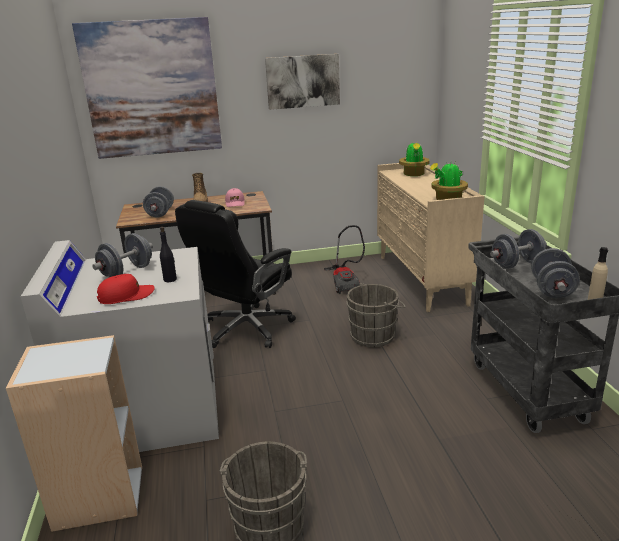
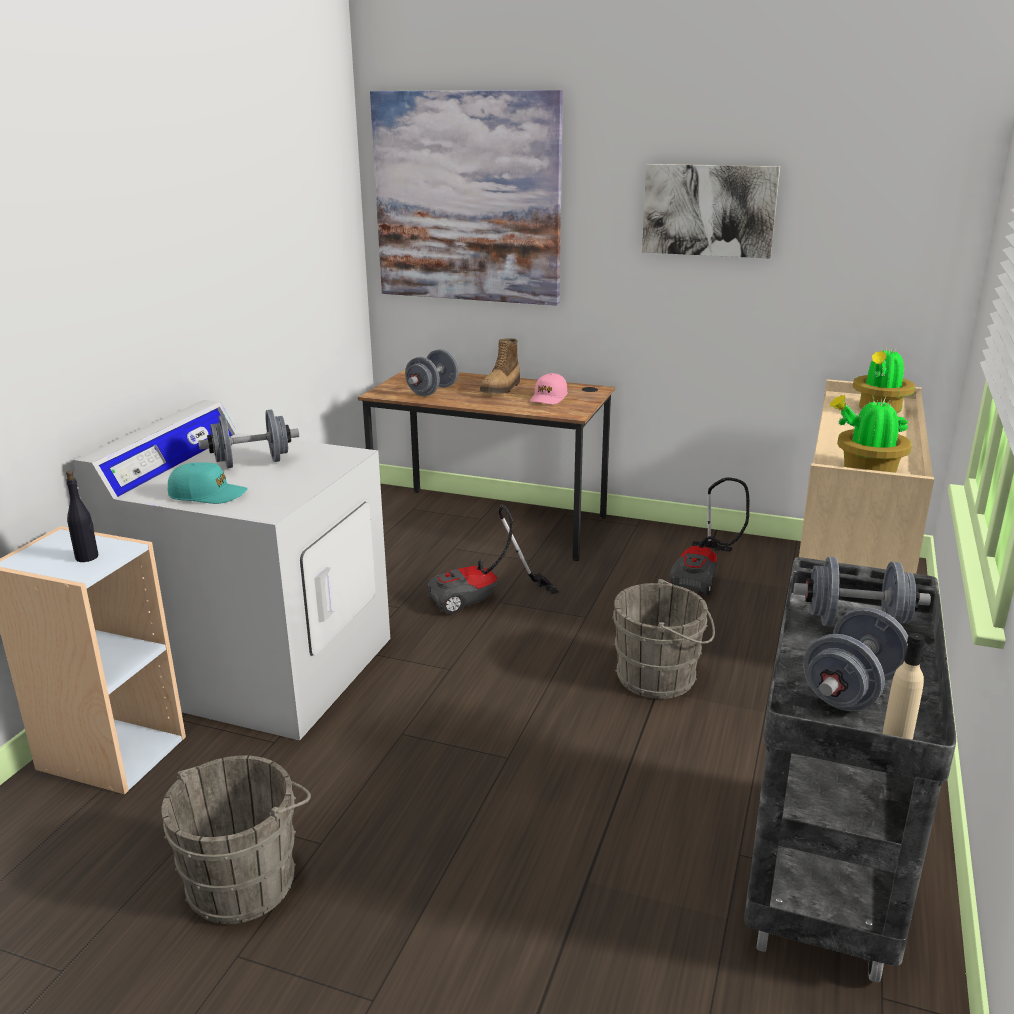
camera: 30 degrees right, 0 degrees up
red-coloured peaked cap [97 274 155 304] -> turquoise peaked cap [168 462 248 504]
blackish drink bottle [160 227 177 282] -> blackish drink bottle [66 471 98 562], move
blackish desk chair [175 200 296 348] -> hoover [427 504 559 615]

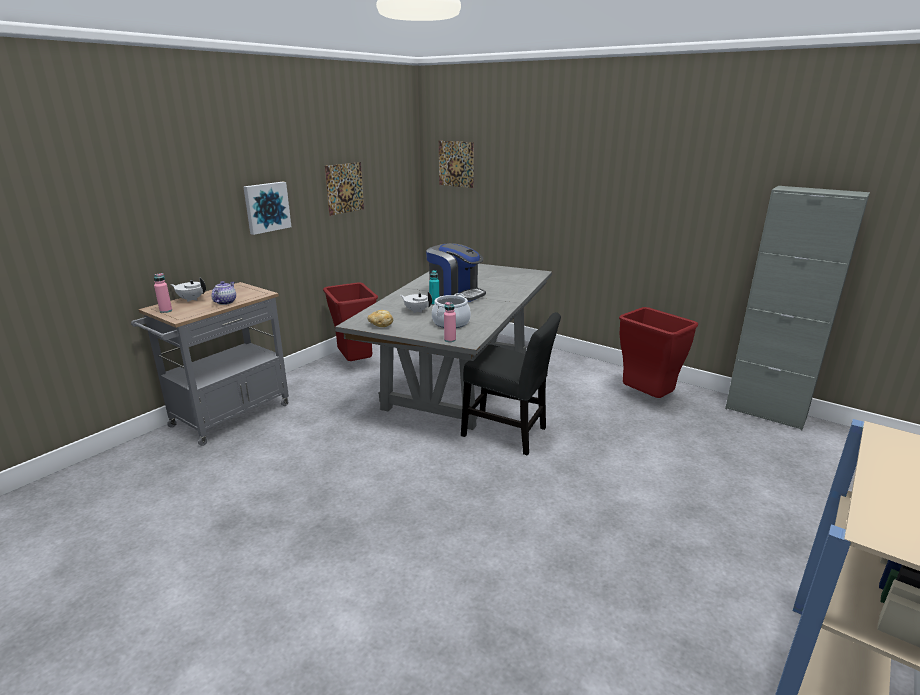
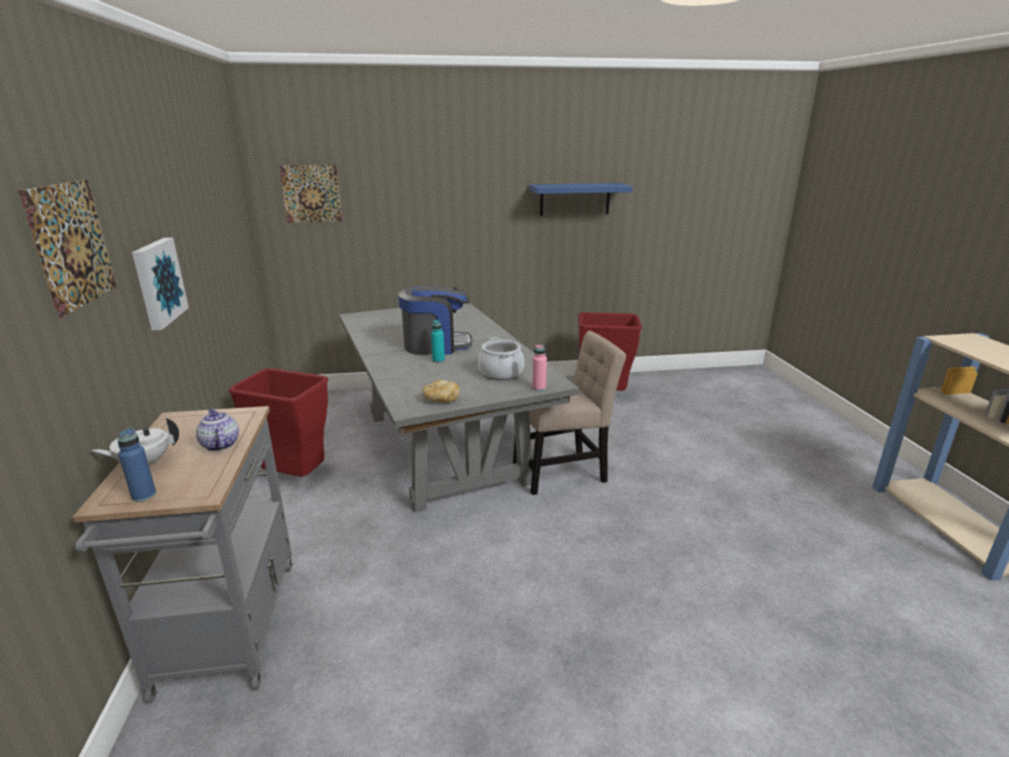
camera: 45 degrees left, 0 degrees up
pink drink bottle [154 273 172 313] -> bluish drink bottle [118 428 156 502]
wall art [325 162 364 216] -> wall art [18 180 117 318], move
whitish tea pot [400 292 432 313] -> none
blackish plain chair [461 312 561 456] -> beige plain chair [513 331 626 495]
grey cabinet [725 186 870 430] -> none
none -> bluish bracket shelf [529 183 633 216]

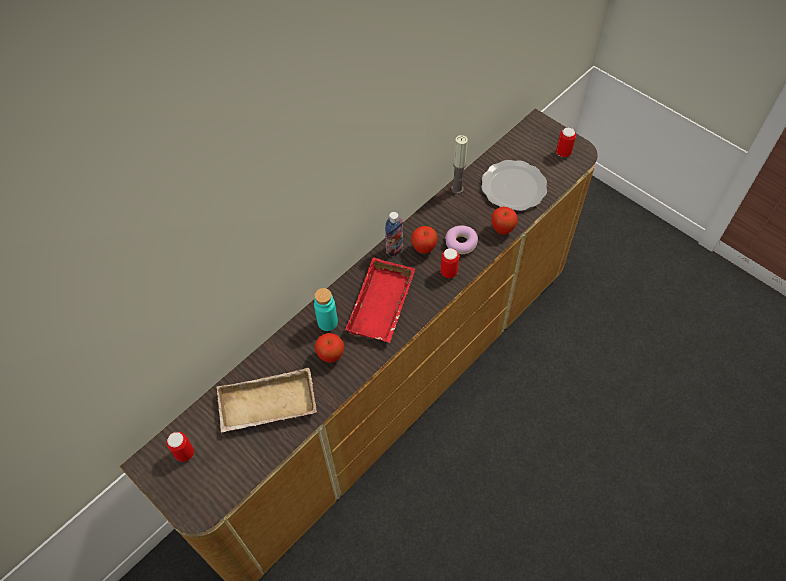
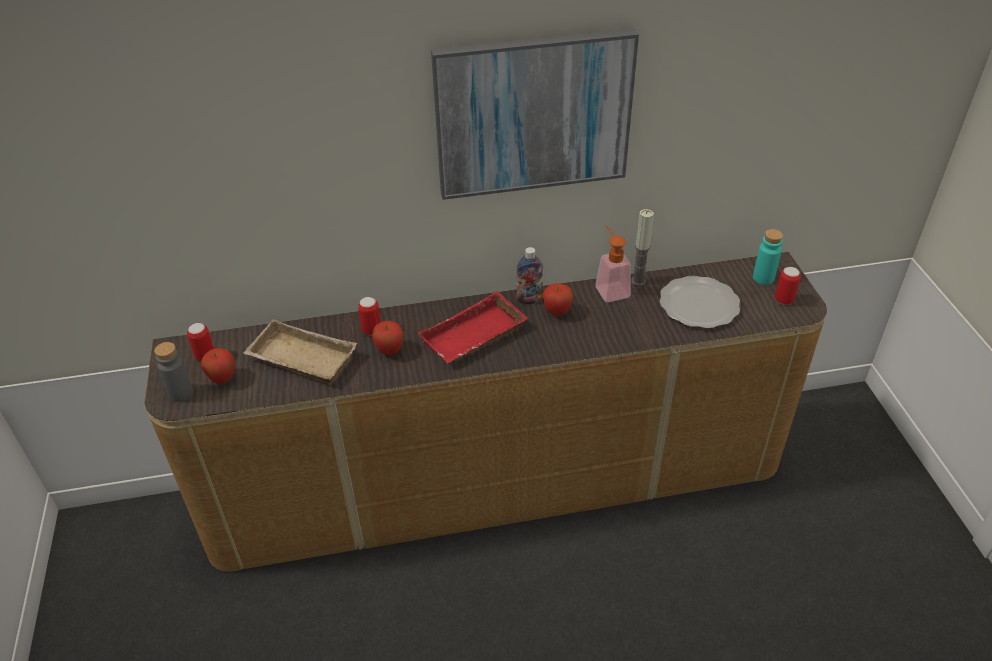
camera: 35 degrees right, 15 degrees down
turquoise drink bottle [314 288 338 331] -> turquoise drink bottle [753 229 783 285], move
sealed can [441 248 459 278] -> sealed can [358 297 381 335], move
ring doughnut [445 225 478 254] -> none
apple [491 207 518 235] -> apple [201 348 235 384], move
none -> grey drink bottle [154 342 193 402]
none -> wall art [431 29 639 200]
none -> liquid soap bottle [595 226 631 302]

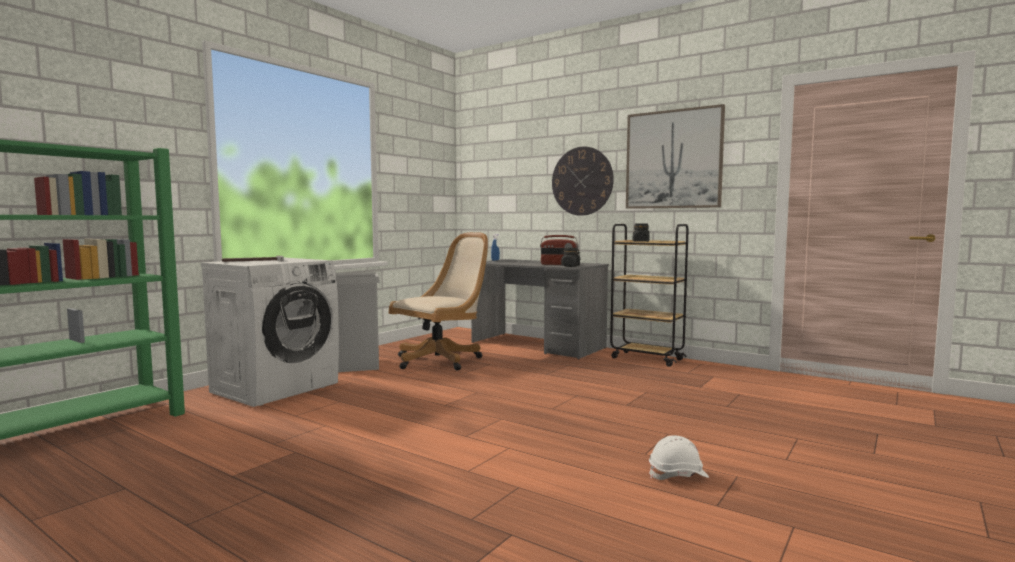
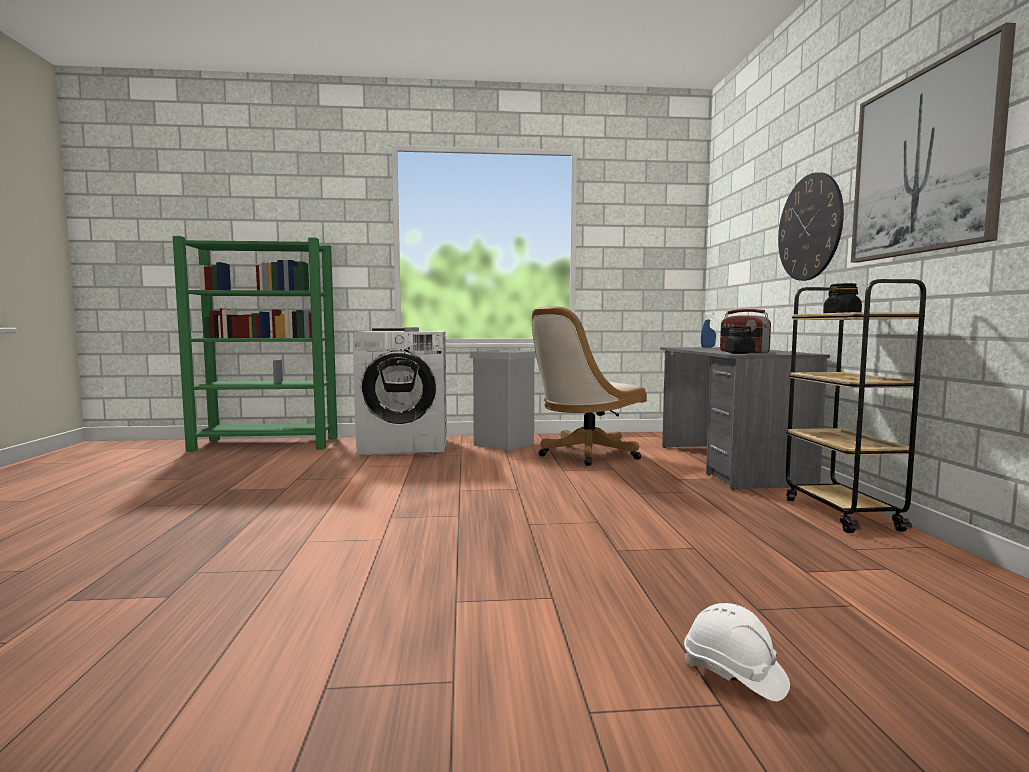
camera: 50 degrees right, 0 degrees up
desk chair [389 232 488 370] -> desk chair [532 306 647 466], 135 degrees clockwise
whitish safety helmet [649 435 709 480] -> whitish safety helmet [684 603 790 702], move

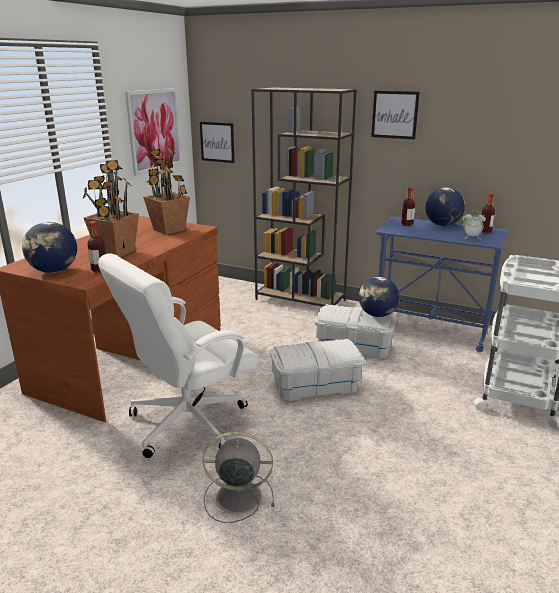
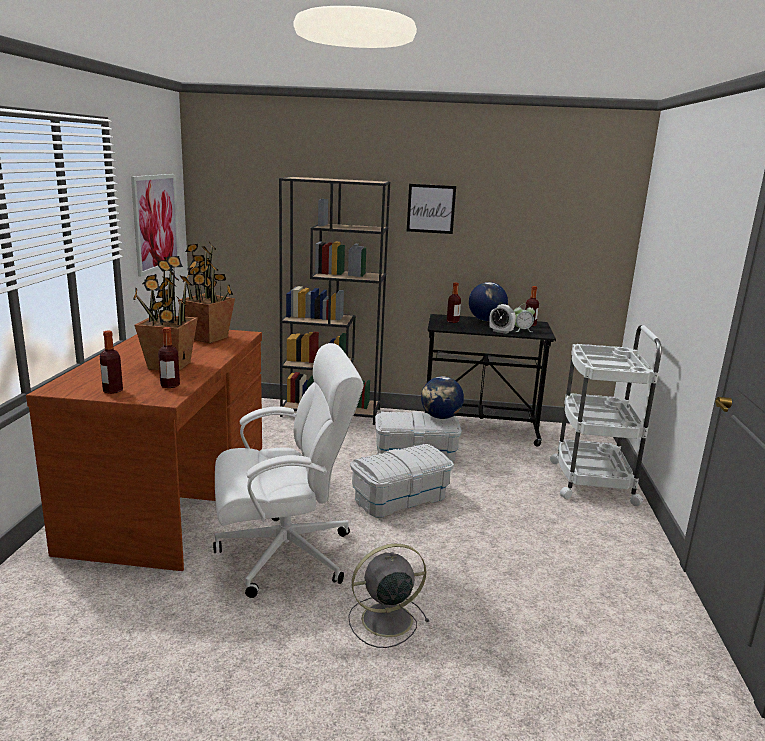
camera: 20 degrees left, 5 degrees down
desk globe [22 222 77 273] -> drink bottle [100 331 123 394]
whitish desk chair [98 254 258 458] -> whitish desk chair [213 343 364 598], 135 degrees counterclockwise
wall art [200 122 235 163] -> none
bluish desk [375 216 508 352] -> blackish desk [425 314 556 447]
none -> alarm clock [489 304 516 334]

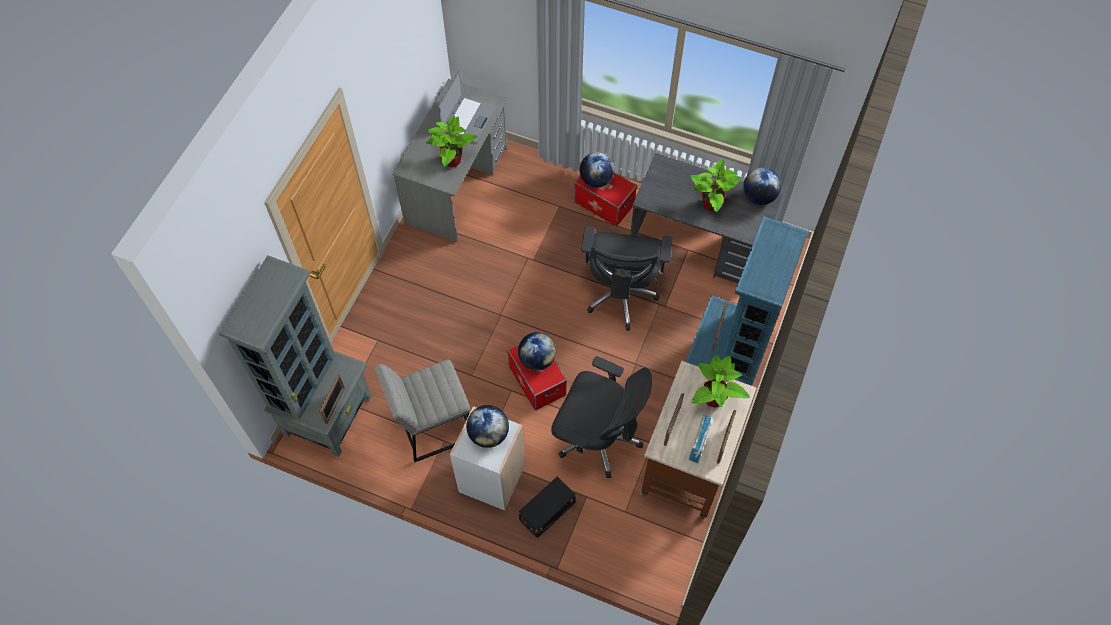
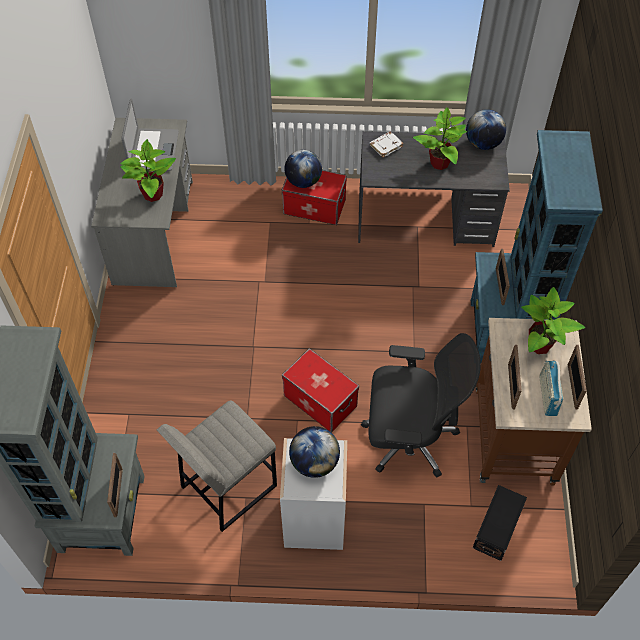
camera: 20 degrees left, 5 degrees down
desk globe [518 332 556 371] -> none
blackish storage box [519 476 576 538] -> blackish storage box [472 485 527 561], move
desk chair [581 226 673 331] -> none
none -> whitish book [370 131 404 157]

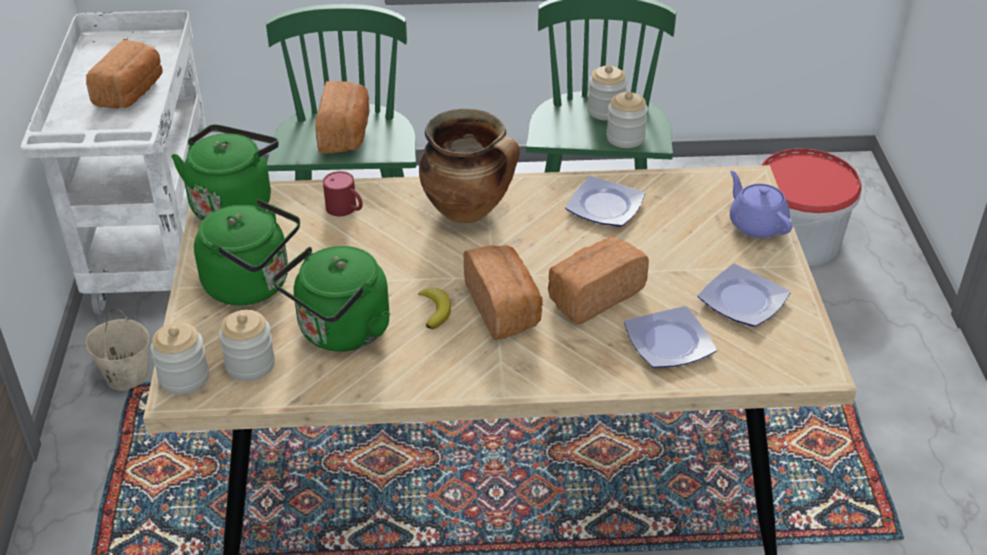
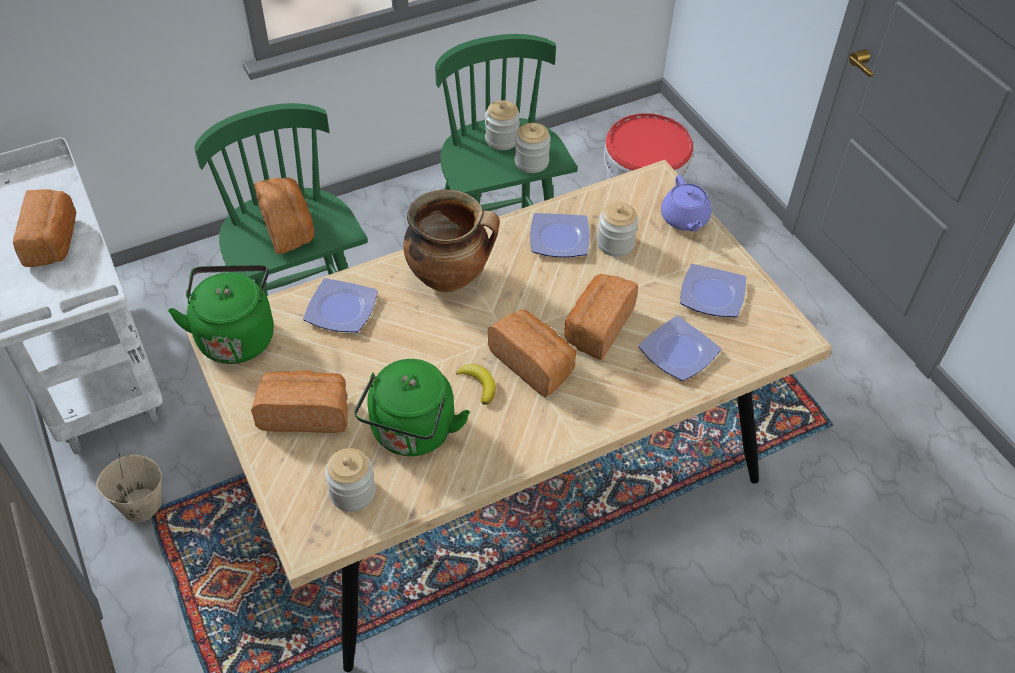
camera: 25 degrees left, 10 degrees up
jar [150 323 209 394] -> jar [597 202 638 257], move
greenish kettle [194 199 300 306] -> bakery bread [251 371 348 433]
red-coloured mug [323 171 363 216] -> flat dish [303 278 378 332]
purple tea pot [730 171 793 238] -> purple tea pot [661 175 712 231], 135 degrees counterclockwise

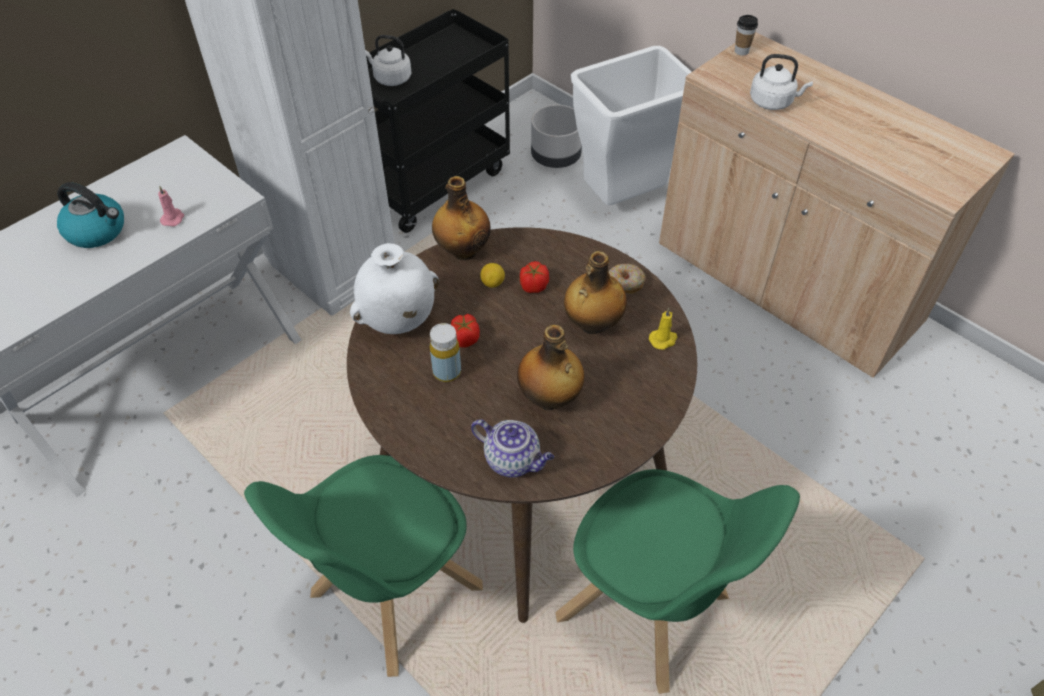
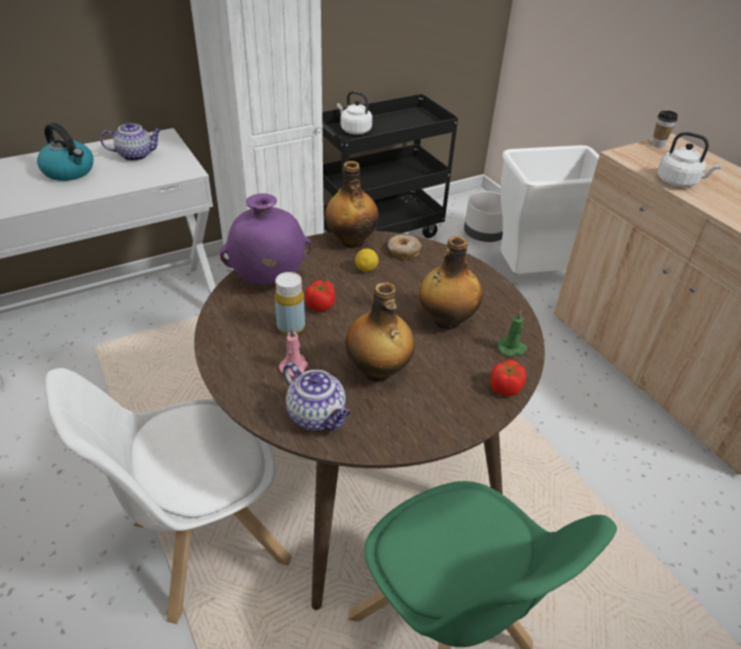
camera: 15 degrees right, 10 degrees down
pink wax light [158 186 184 226] -> pink wax light [279 327 308 377], move
greenish plain chair [244 455 483 677] -> whitish plain chair [45 368 292 624]
whitish vase [350 243 439 334] -> purple vase [220 193 312 284]
fresh tomato [520 261 549 293] -> fresh tomato [490 360 526 396], move
ring doughnut [609 264 646 294] -> ring doughnut [388 234 422 260], move
yellow wax light [649 308 677 350] -> greenish wax light [497 310 528 356]
none -> tea pot [100 122 162 161]

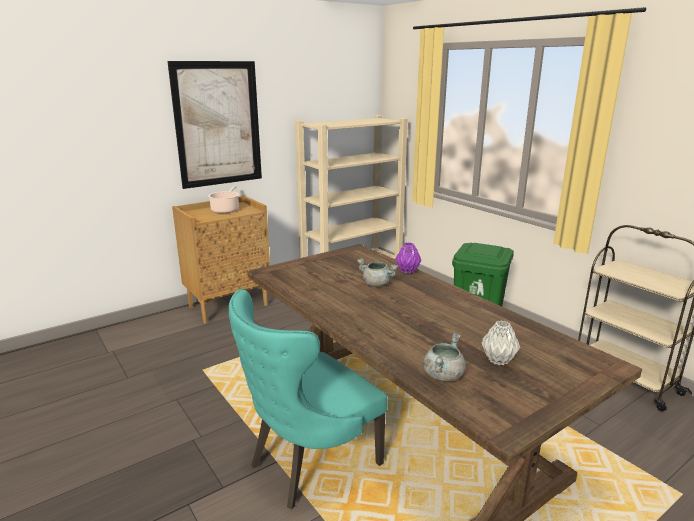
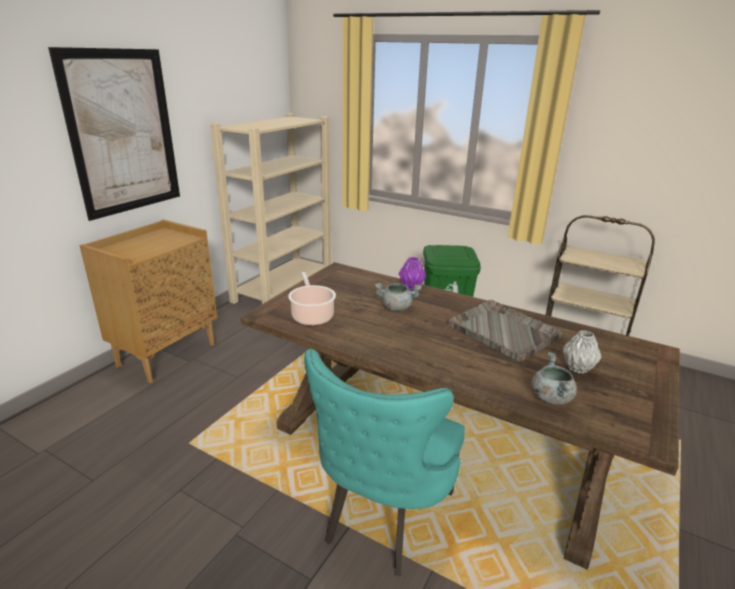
camera: 25 degrees left, 5 degrees up
saucepot [208 186 239 213] -> saucepot [288 272 336 326], move
none -> grey serving tray [448 300 563 362]

